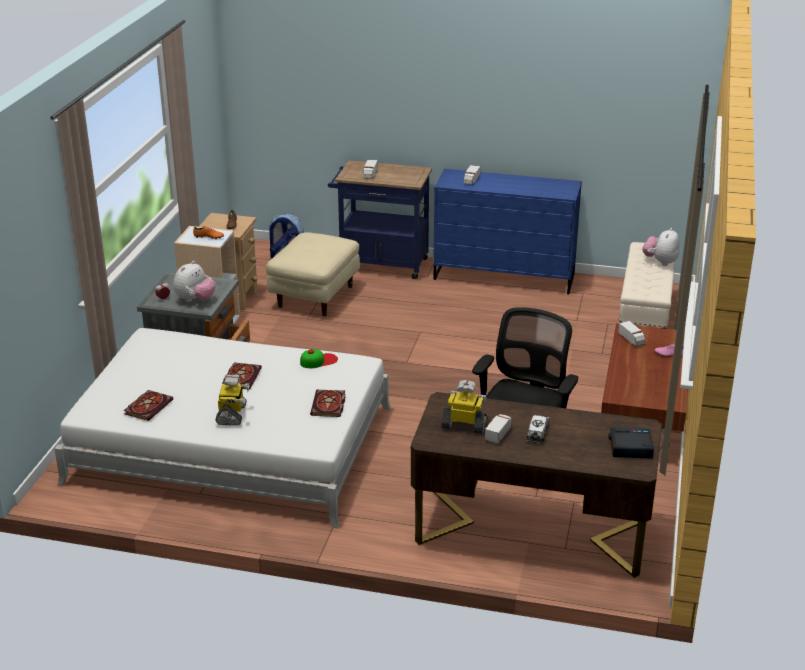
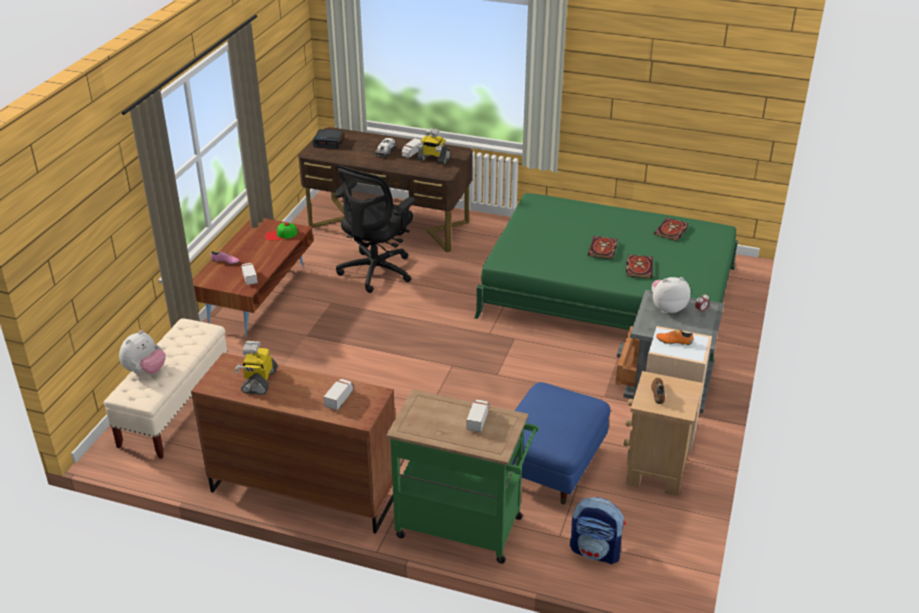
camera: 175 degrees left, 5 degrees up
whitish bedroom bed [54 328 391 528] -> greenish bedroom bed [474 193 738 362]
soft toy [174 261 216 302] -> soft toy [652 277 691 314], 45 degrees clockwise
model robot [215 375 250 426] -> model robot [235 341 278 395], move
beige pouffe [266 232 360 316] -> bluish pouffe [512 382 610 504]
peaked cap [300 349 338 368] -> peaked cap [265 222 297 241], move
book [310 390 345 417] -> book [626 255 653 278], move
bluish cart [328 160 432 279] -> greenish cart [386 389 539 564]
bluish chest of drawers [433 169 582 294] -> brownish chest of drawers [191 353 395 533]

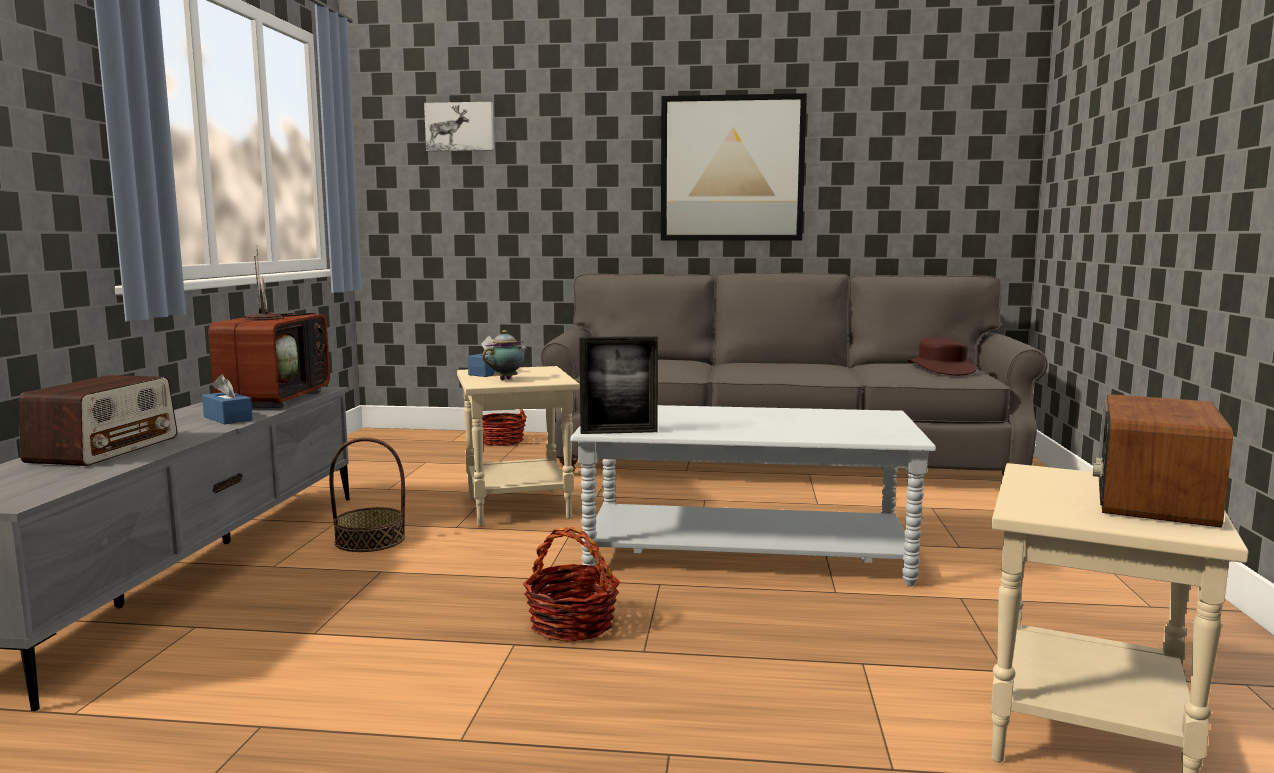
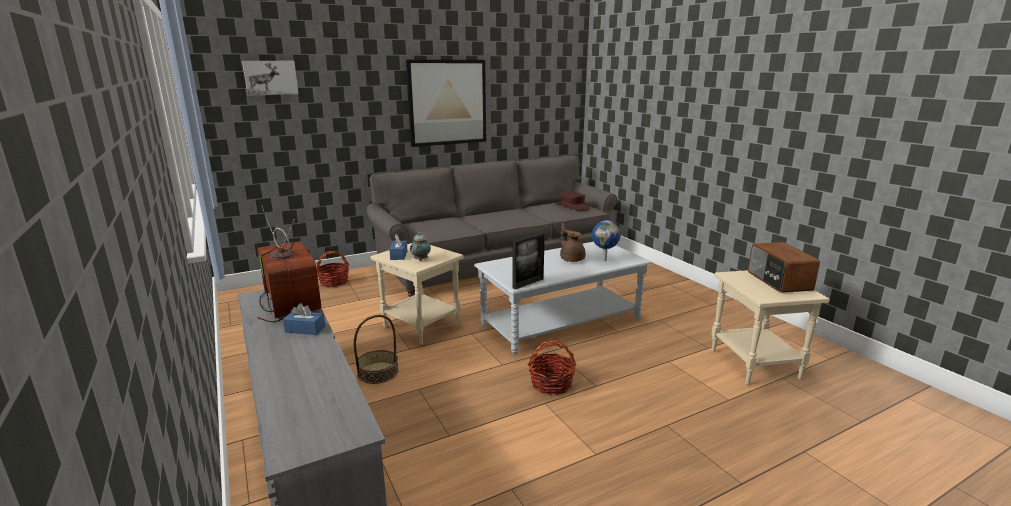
camera: 35 degrees left, 10 degrees up
radio [19 375 177 466] -> none
none -> brownish tea pot [560 223 585 262]
none -> desk globe [592 220 621 261]

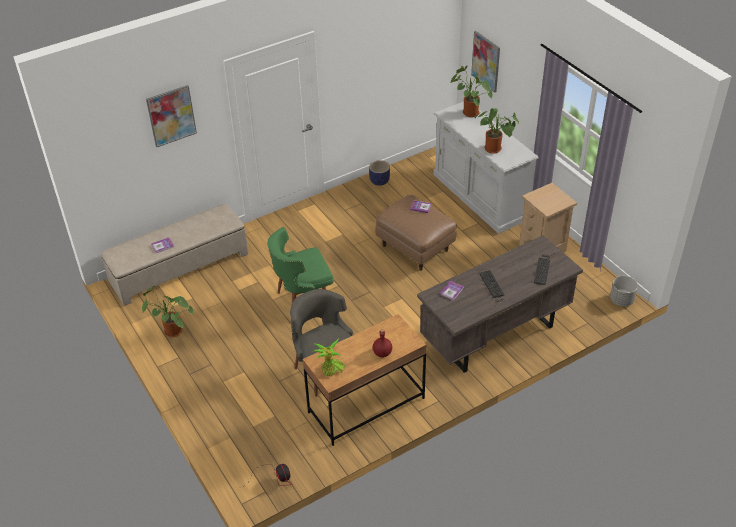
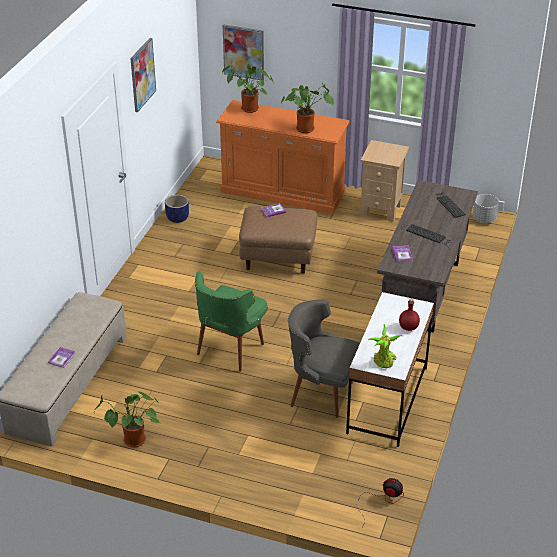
camera: 40 degrees left, 5 degrees down
wall art [146 85 197 147] -> wall art [130 38 156 112], move
brownish desk [303 314 427 446] -> whitish desk [346 292 434 447]
whitish chest of drawers [433 101 539 234] -> orange-coloured chest of drawers [216 100 350 214]

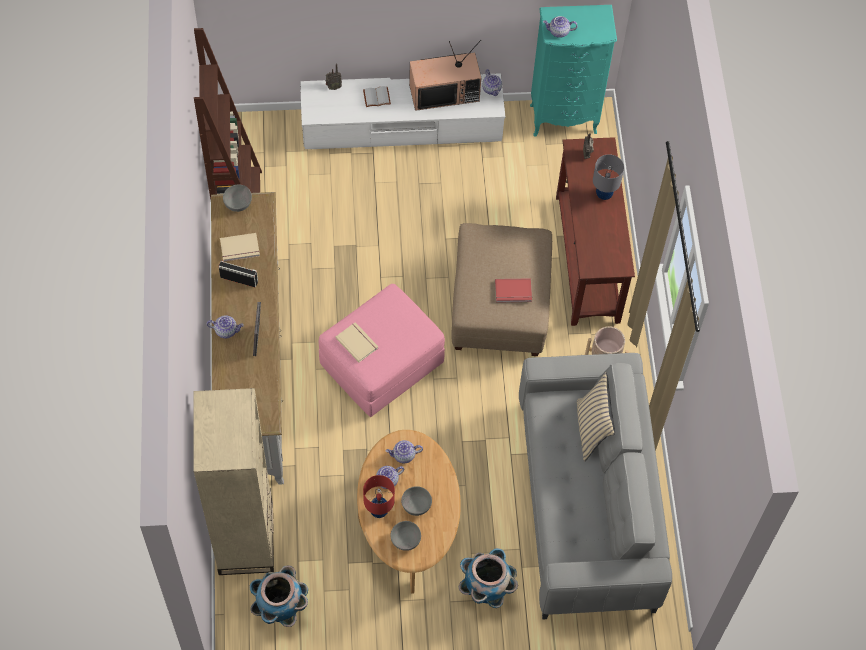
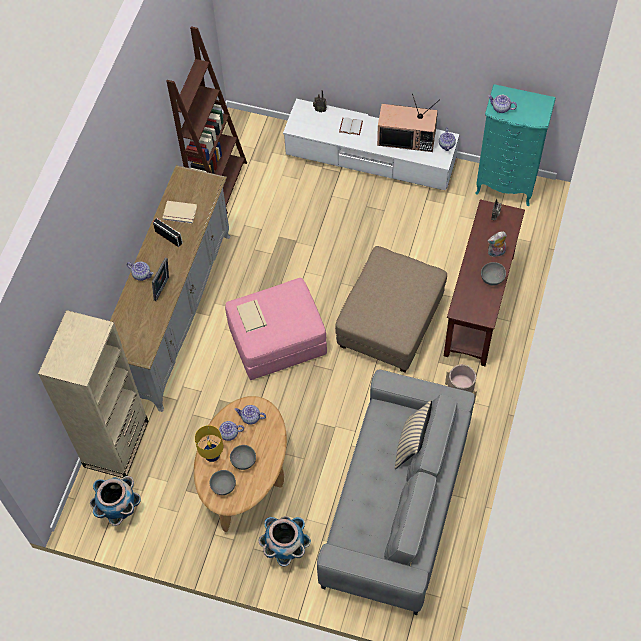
camera: 25 degrees right, 0 degrees up
grey deep dish [223 184 252 212] -> grey deep dish [481 262 506 286], move
red-coloured lamp for a table [363 475 395 518] -> yellow lamp for a table [195 425 223 462]
red-coloured book [495 278 532 303] -> none
grey lamp for a table [593 154 624 200] -> soft toy [488 231 507 258]

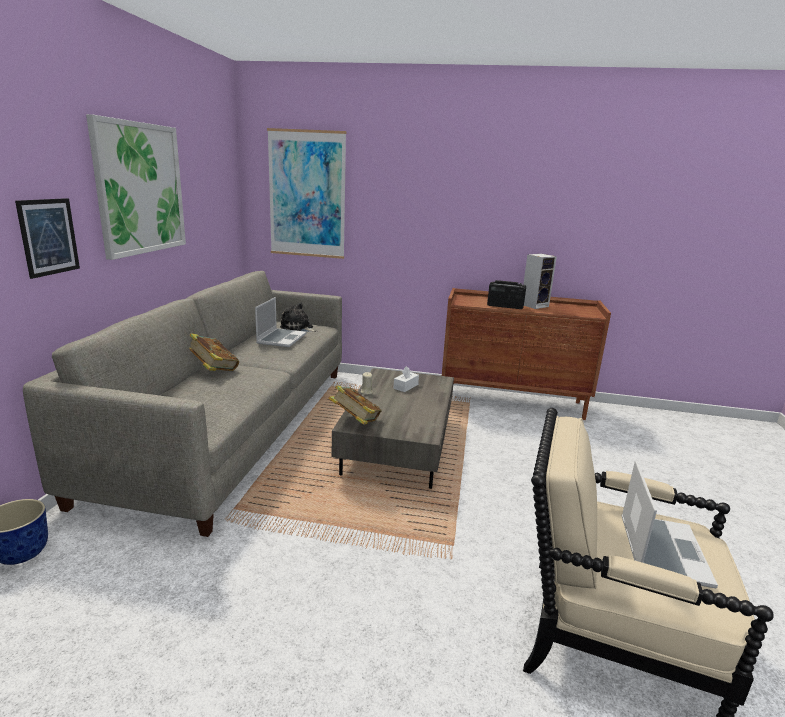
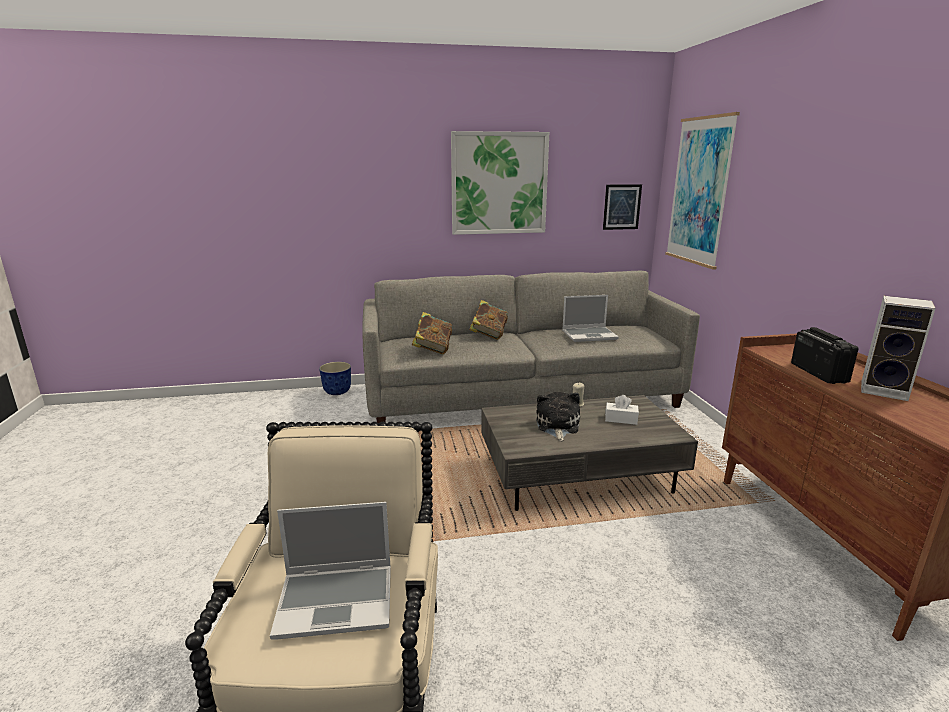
camera: 70 degrees right, 0 degrees up
wall art [15 198 80 279] -> wall art [603 184 642 230], move
soft toy [280 302 318 332] -> soft toy [536 392 580 441], move
book [328 386 382 425] -> book [412 312 452 354], move

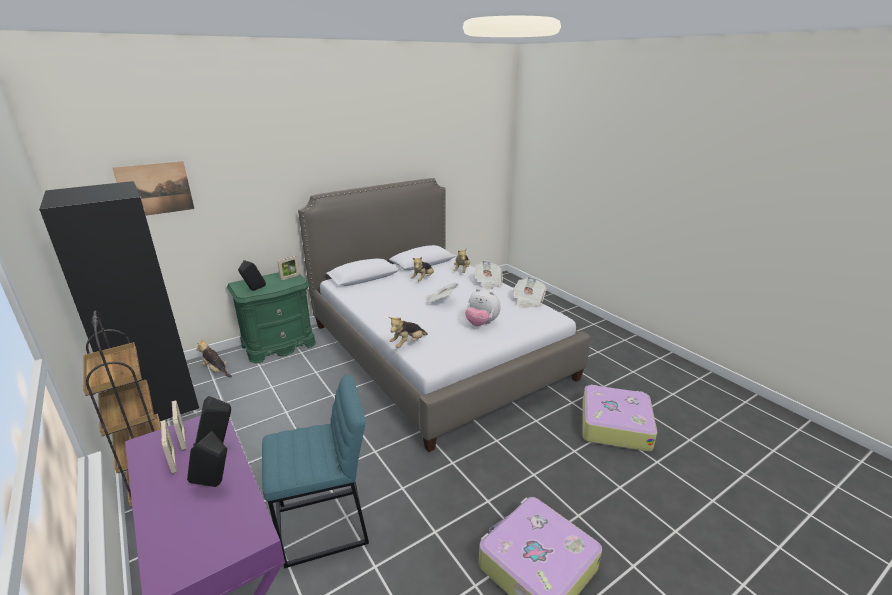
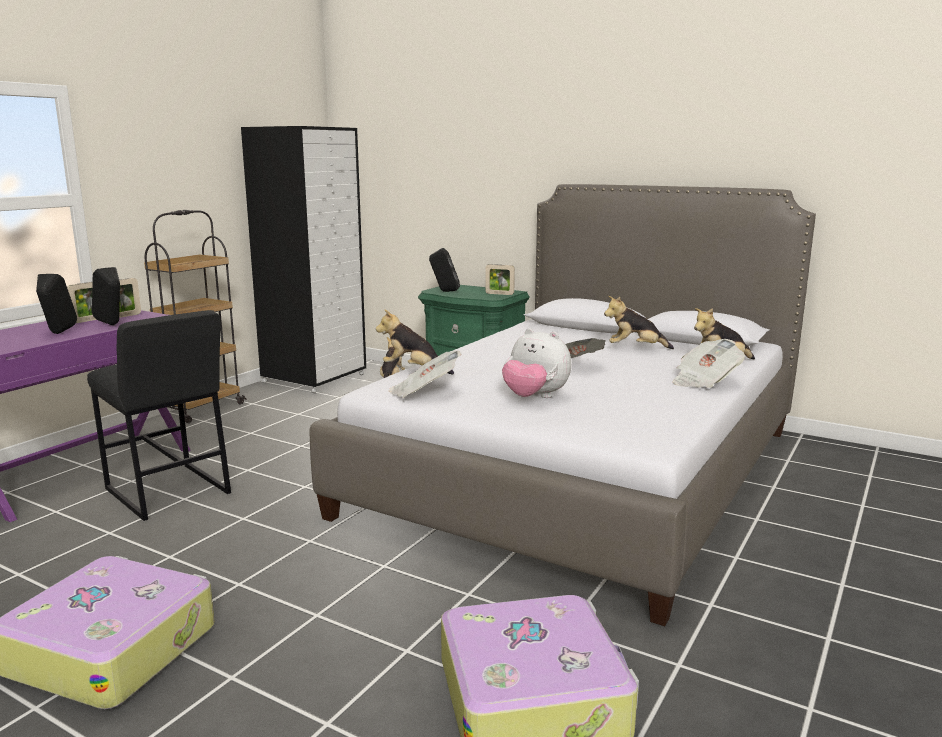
camera: 65 degrees right, 10 degrees down
wall art [112 161 194 216] -> none
bluish sitting stool [262 375 369 568] -> blackish sitting stool [87 310 231 521]
soft toy [465 289 501 326] -> soft toy [502 328 571 398], 60 degrees counterclockwise
daily paper [513 277 547 308] -> daily paper [389 351 462 398], move

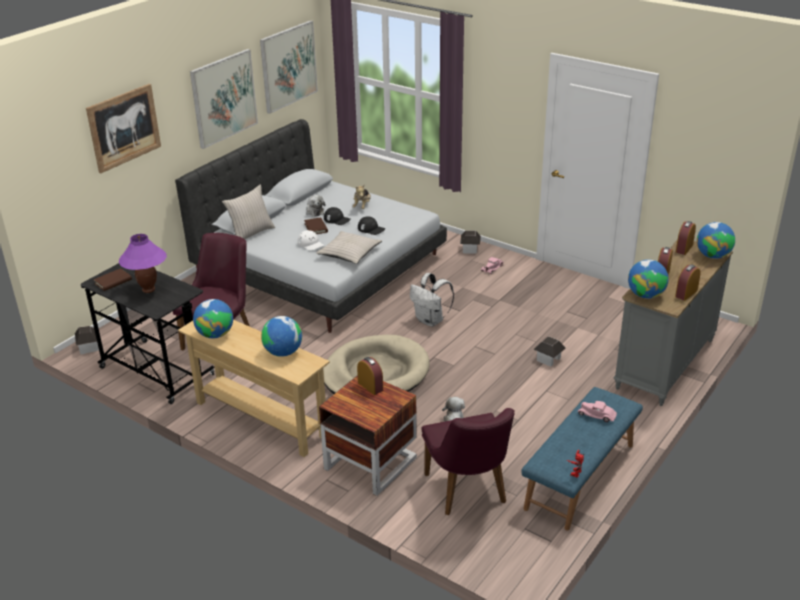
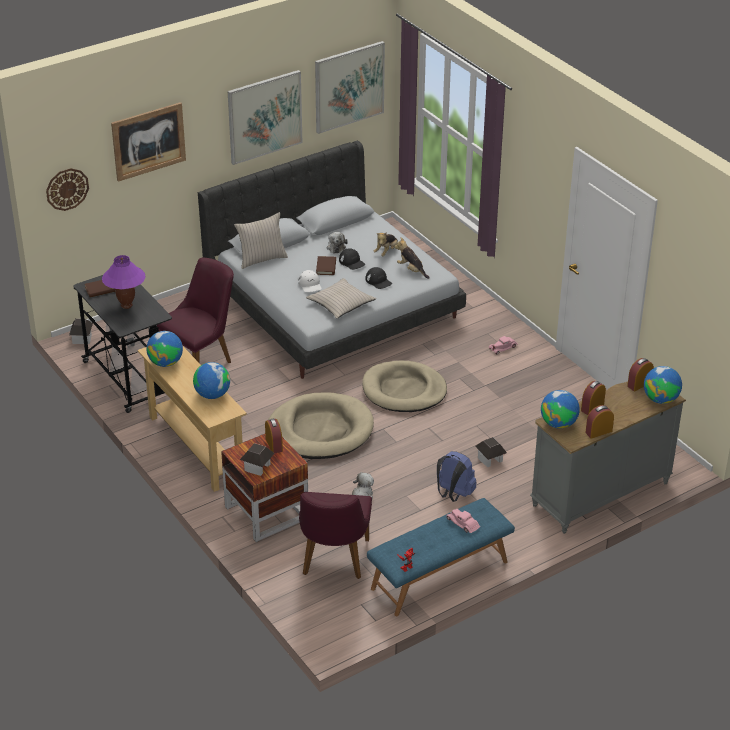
camera: 20 degrees right, 5 degrees up
whitish rucksack [410 273 454 327] -> beige dog cushion [362 361 447 412]
model house [460 230 481 253] -> model house [240 443 275 476], move
none -> clock on the wall [46 168 89 211]
none -> soft toy [395 237 429 279]
none -> bluish rucksack [437 451 476 502]

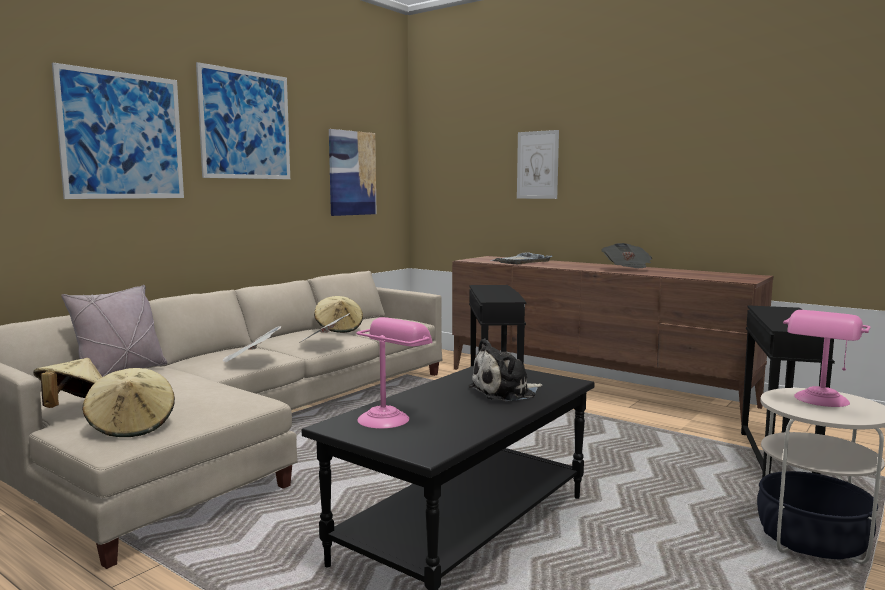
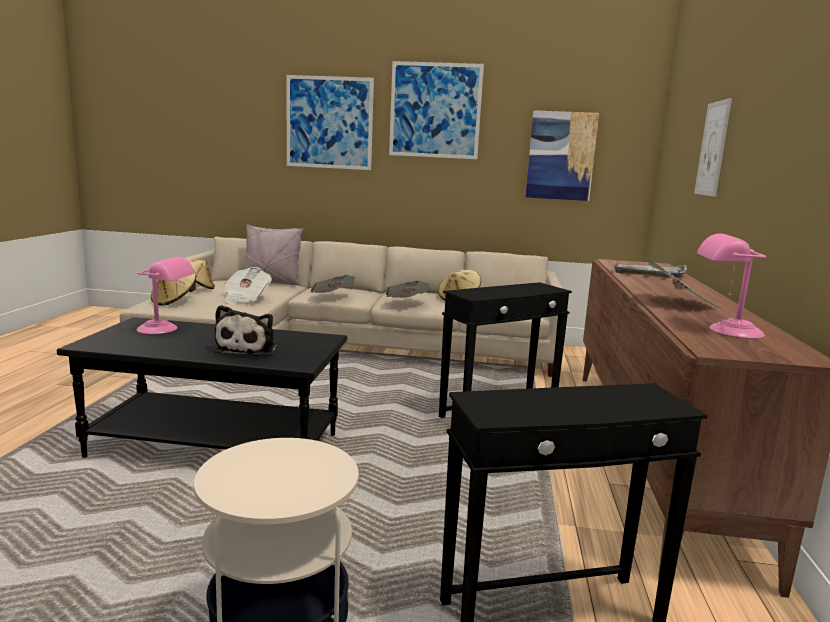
camera: 60 degrees right, 5 degrees up
soft toy [468 339 543 401] -> soft toy [213 305 277 356], 120 degrees counterclockwise
pink lamp for a table [783 310 871 407] -> pink lamp for a table [697 234 766 338], move
none -> daily paper [224 267 272 303]

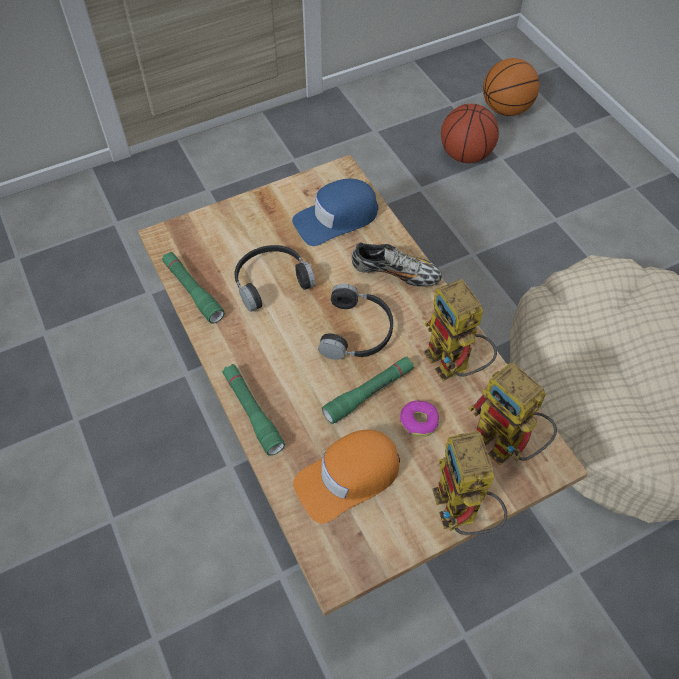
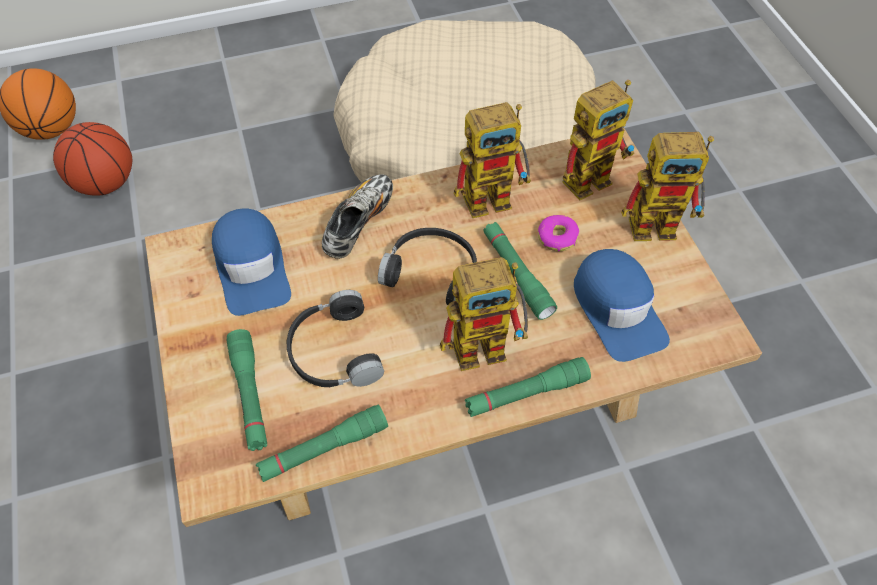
camera: 80 degrees left, 0 degrees up
orange-coloured peaked cap [293 429 400 524] -> bluish peaked cap [574 249 670 362]
none -> greenish flashlight [227 329 267 451]
none -> model robot [440 257 528 371]

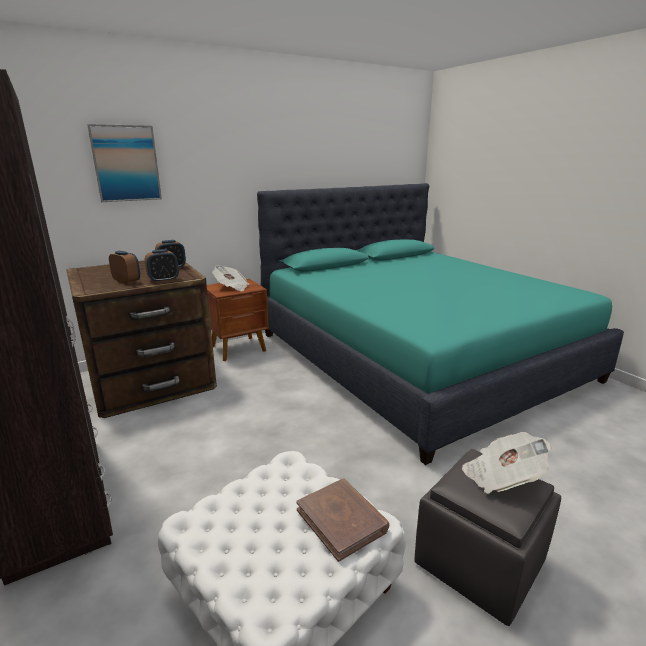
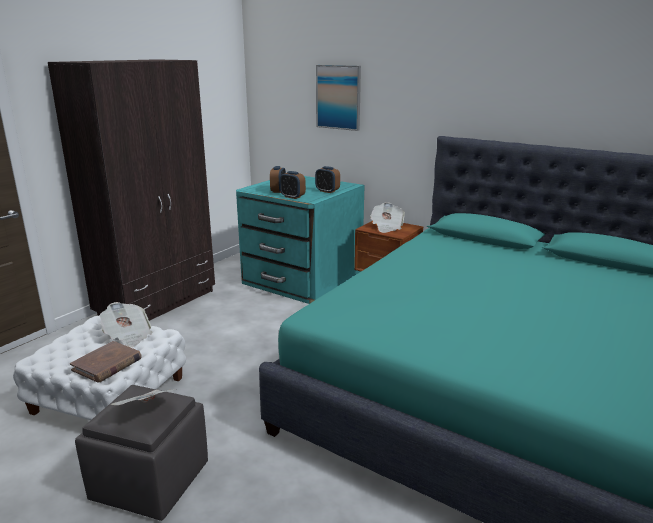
camera: 65 degrees right, 0 degrees up
brownish chest of drawers [66 260 217 418] -> turquoise chest of drawers [236 176 364 304]
none -> daily paper [100 302 153 347]

